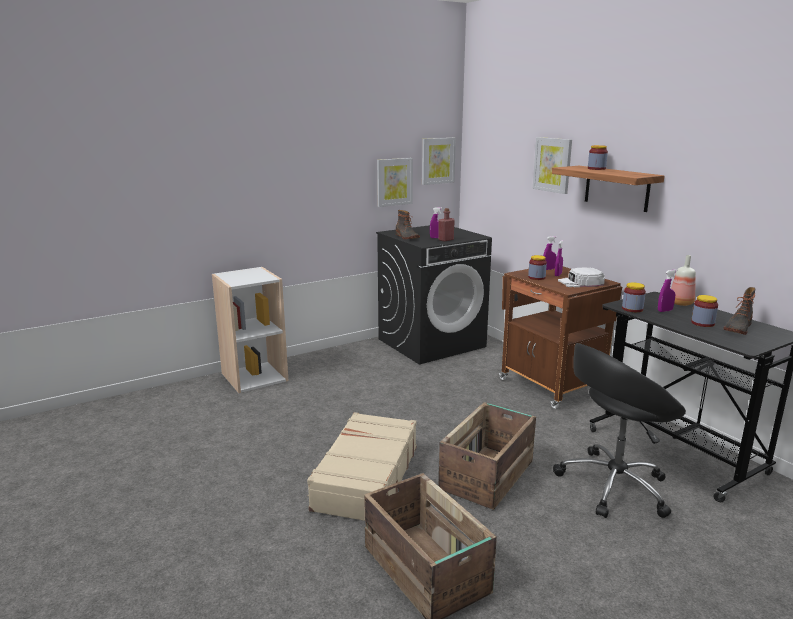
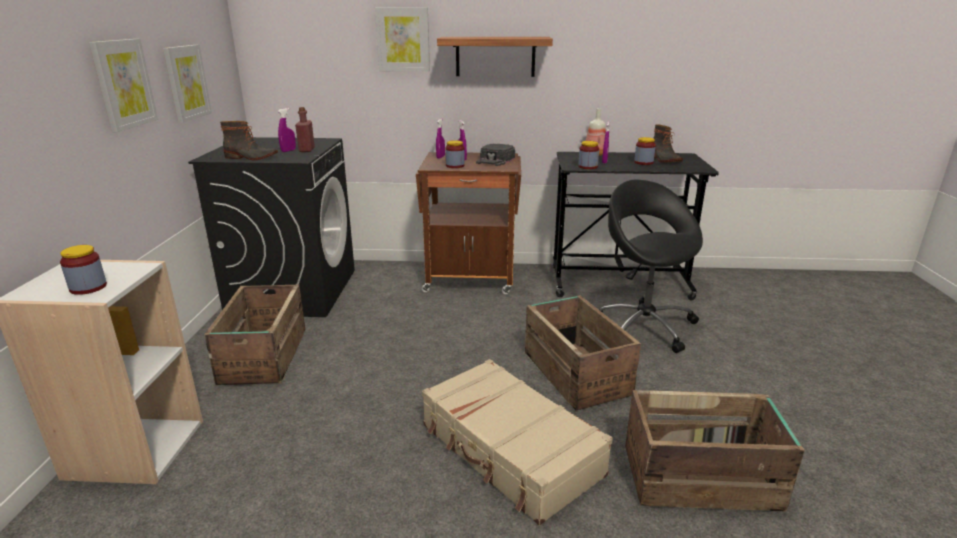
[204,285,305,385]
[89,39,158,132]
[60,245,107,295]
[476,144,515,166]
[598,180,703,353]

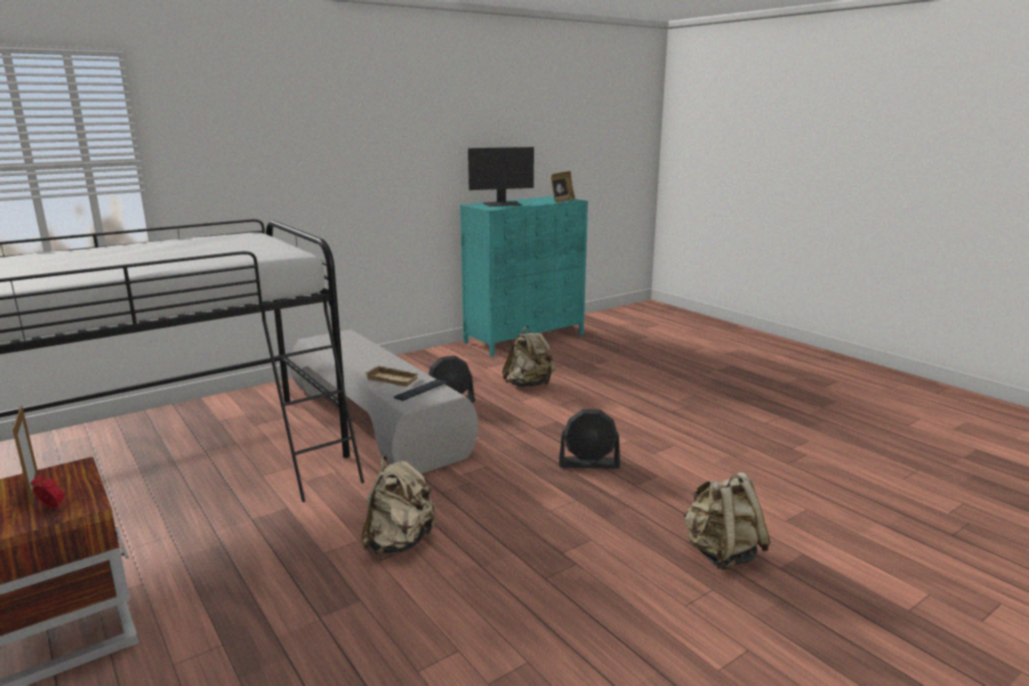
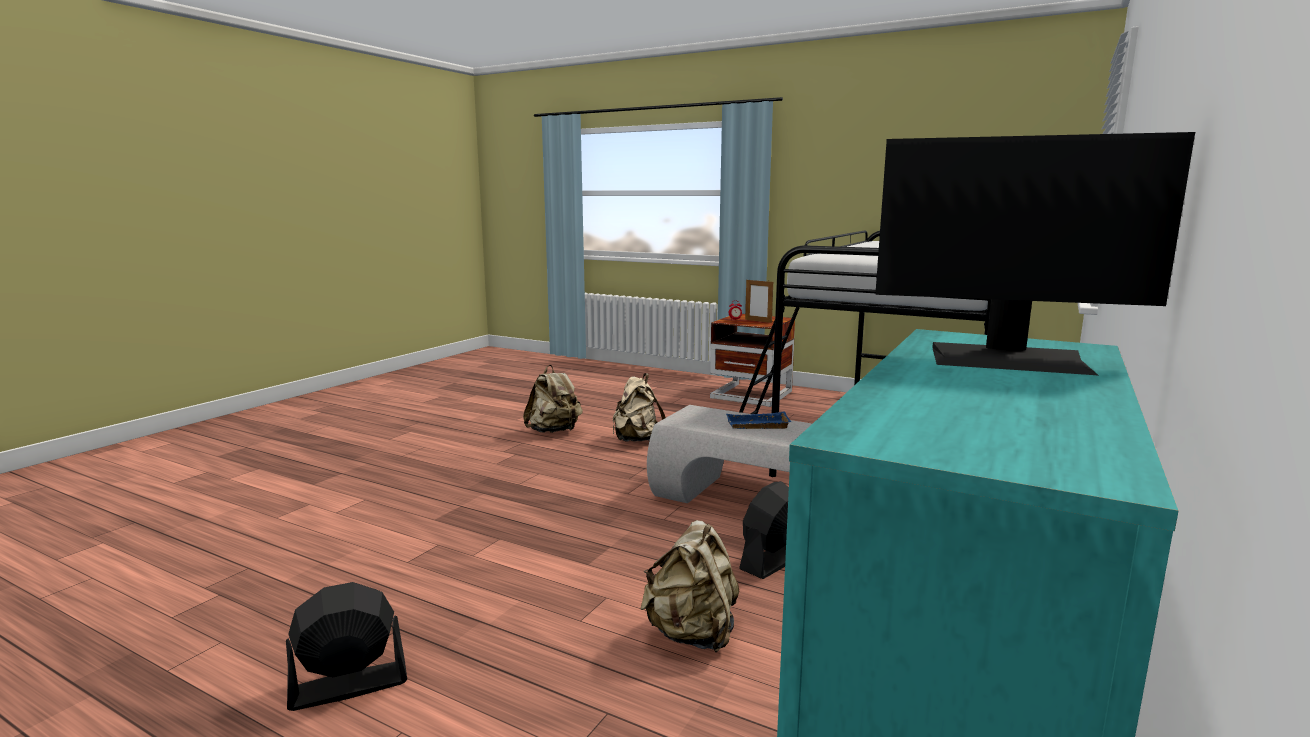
[394,379,448,401] (first image)
[551,171,576,203] (first image)
[286,582,407,711]
[523,365,583,433]
[727,412,791,429]
[875,132,1195,375]

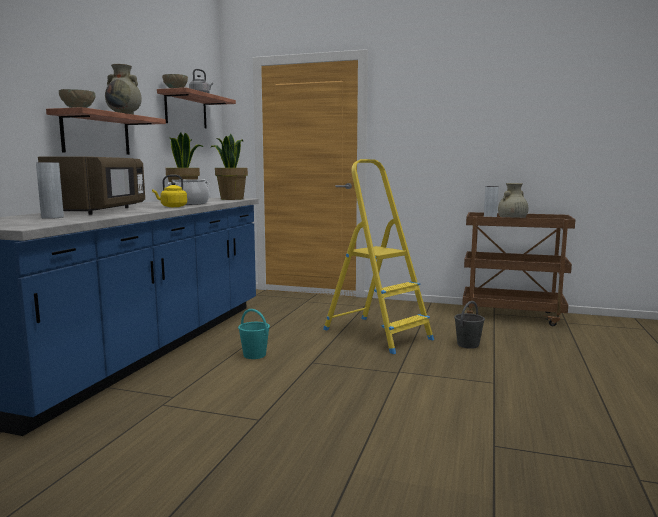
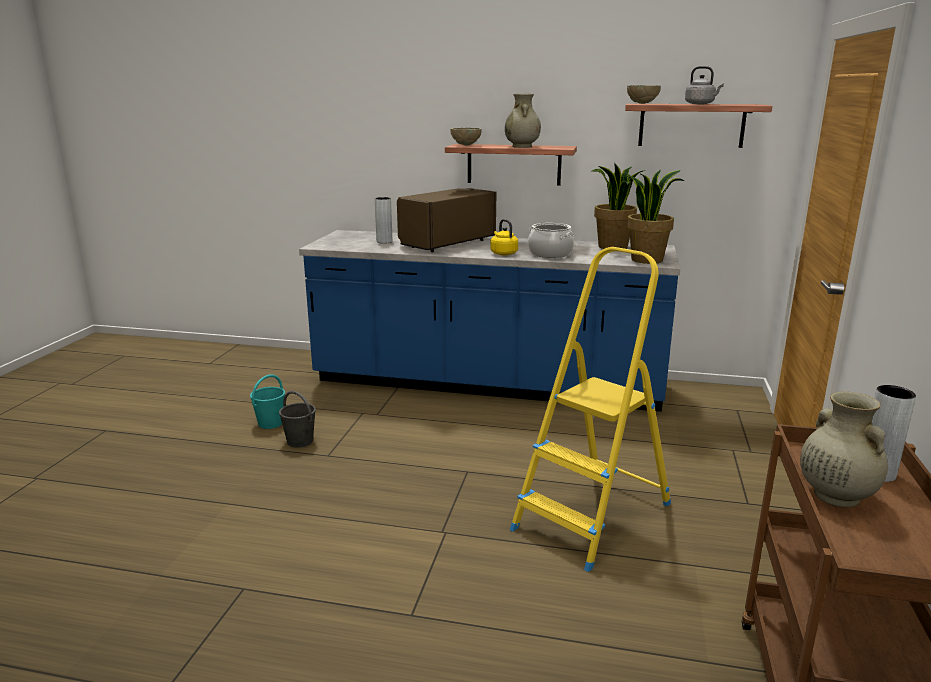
[250,374,285,429]
[279,391,316,448]
[397,188,496,252]

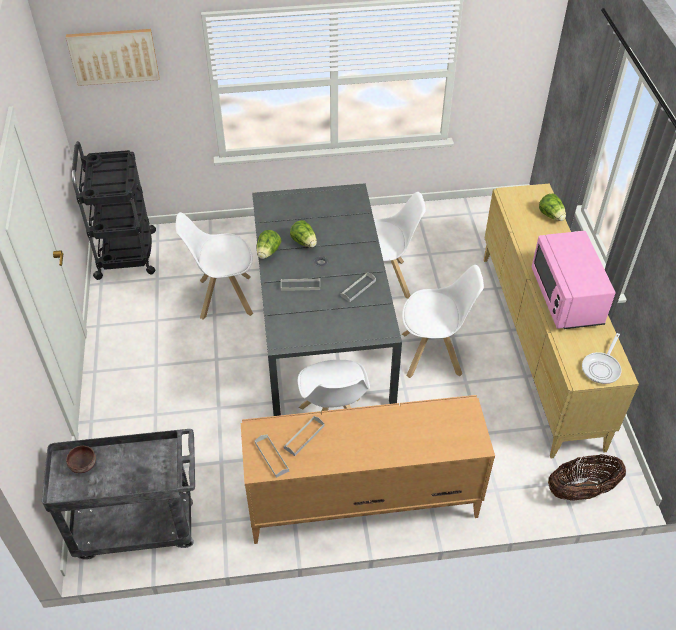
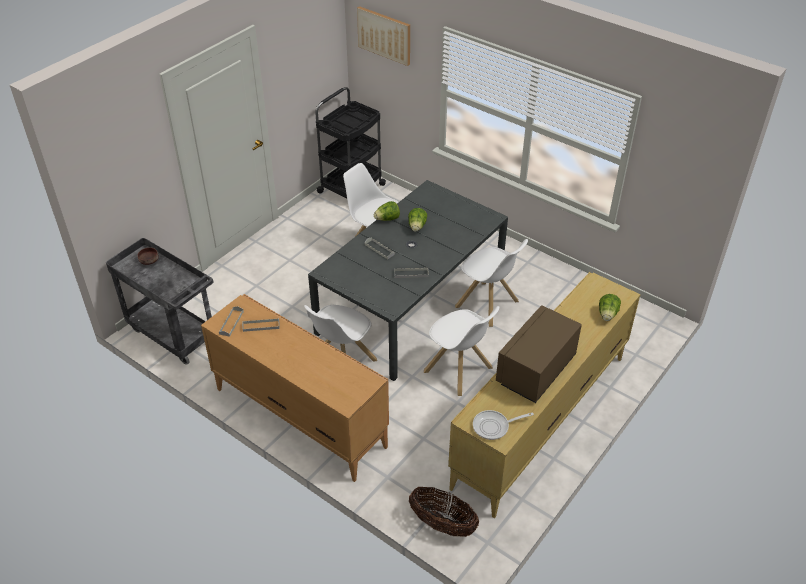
[496,305,582,403]

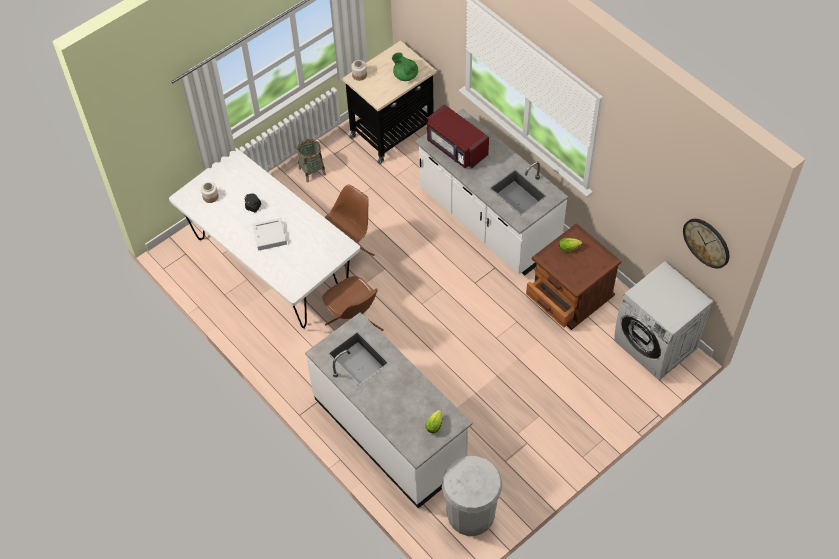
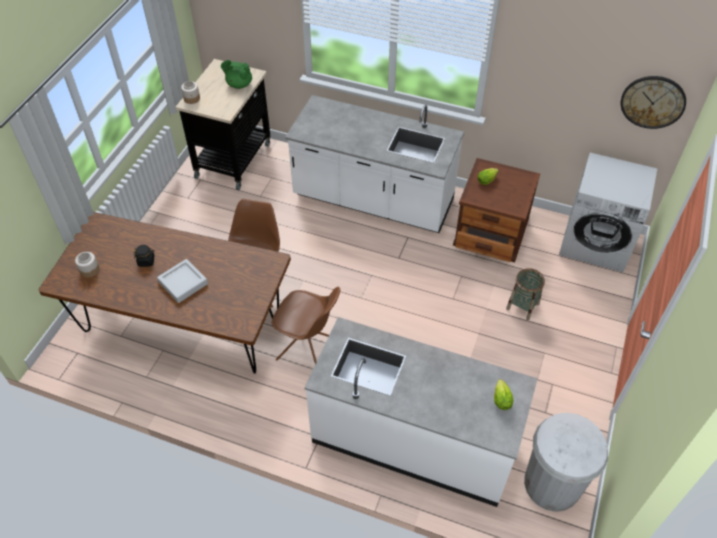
[427,104,489,168] (first image)
[506,268,545,320]
[39,212,291,374]

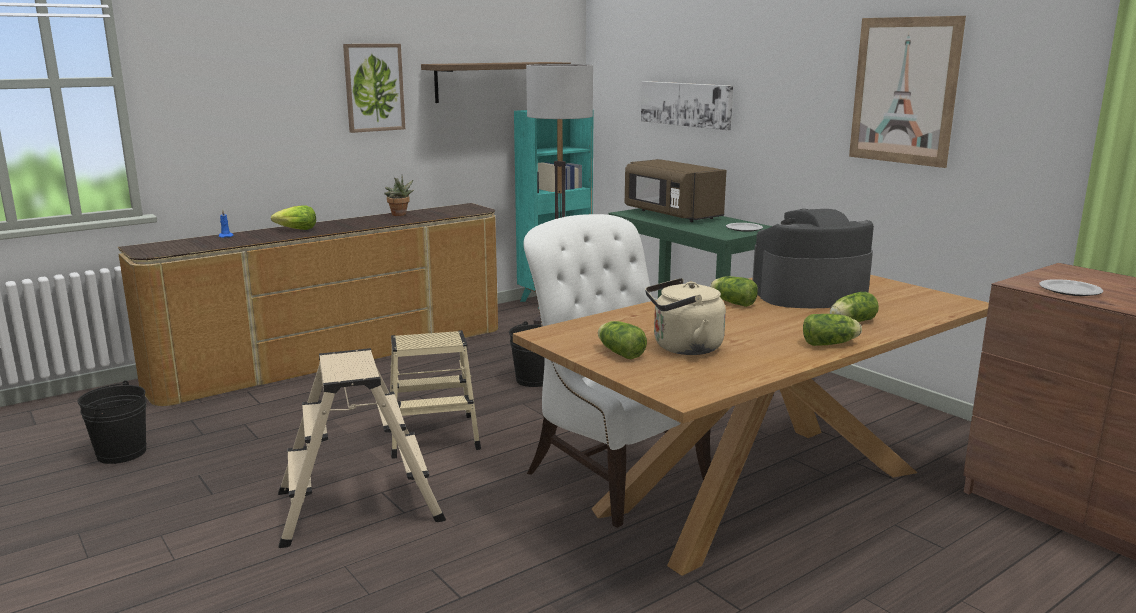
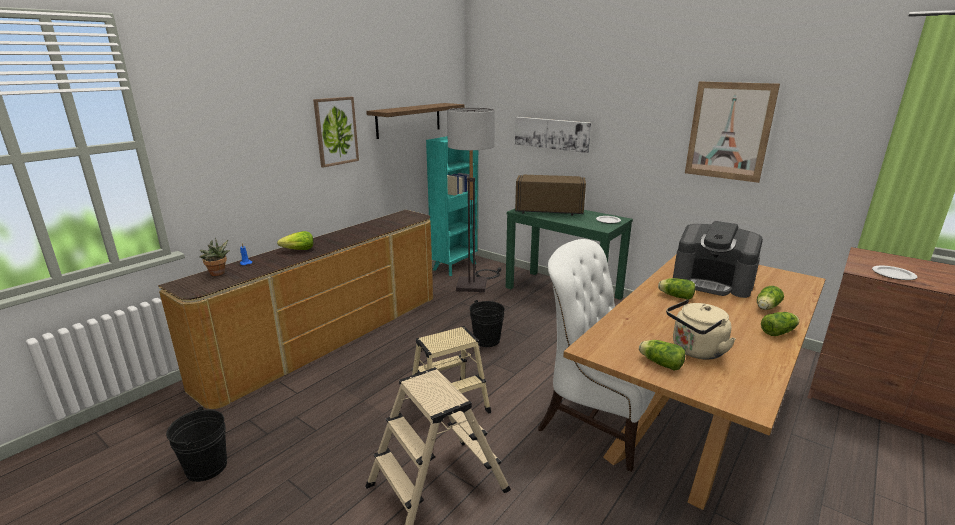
[199,238,230,276]
[515,175,586,216]
[673,221,763,298]

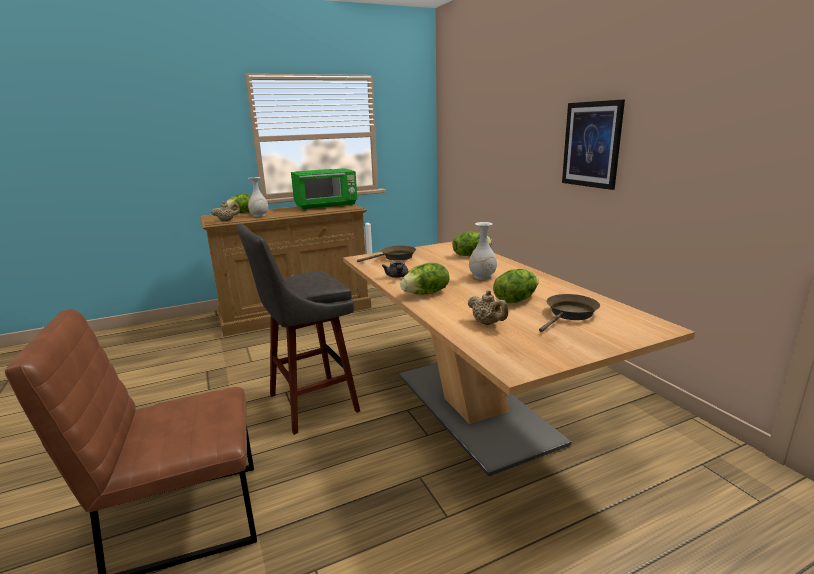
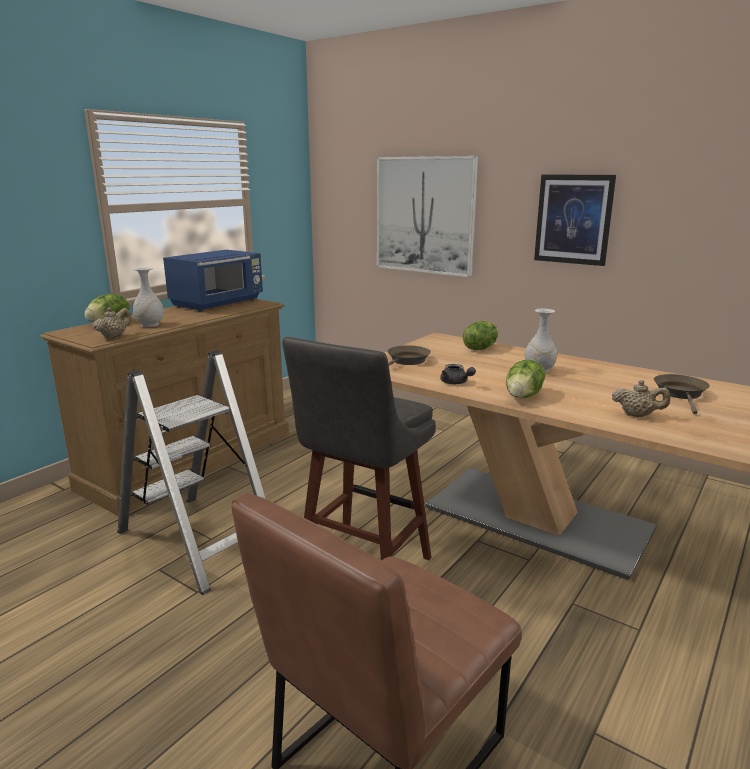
[493,269,539,303] (first image)
[117,350,266,595]
[377,156,478,277]
[163,250,263,312]

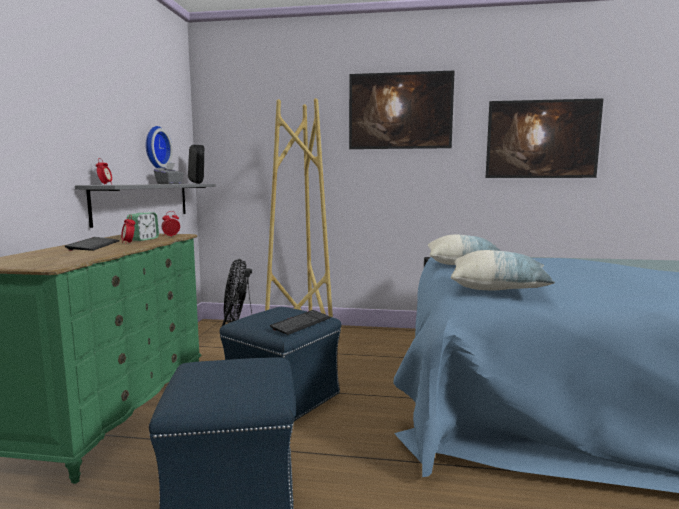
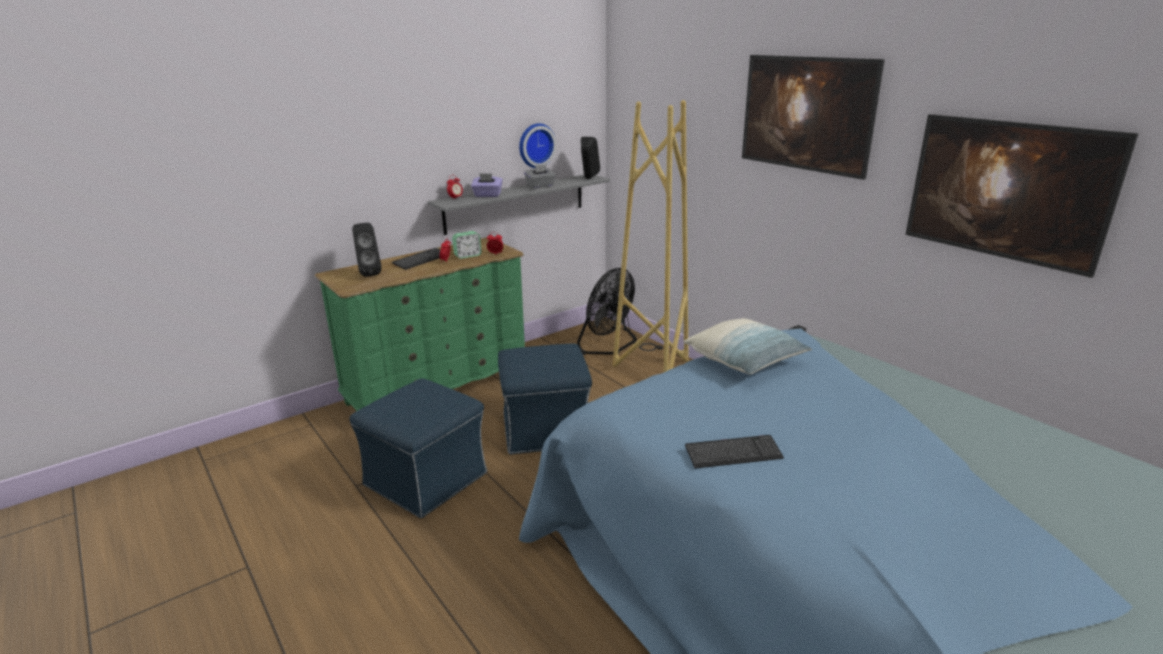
[451,250,555,290] (first image)
[352,223,382,277]
[471,173,503,197]
[685,435,784,468]

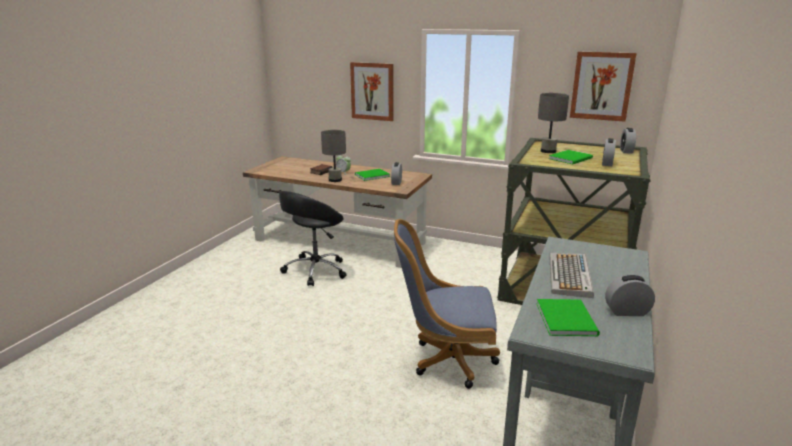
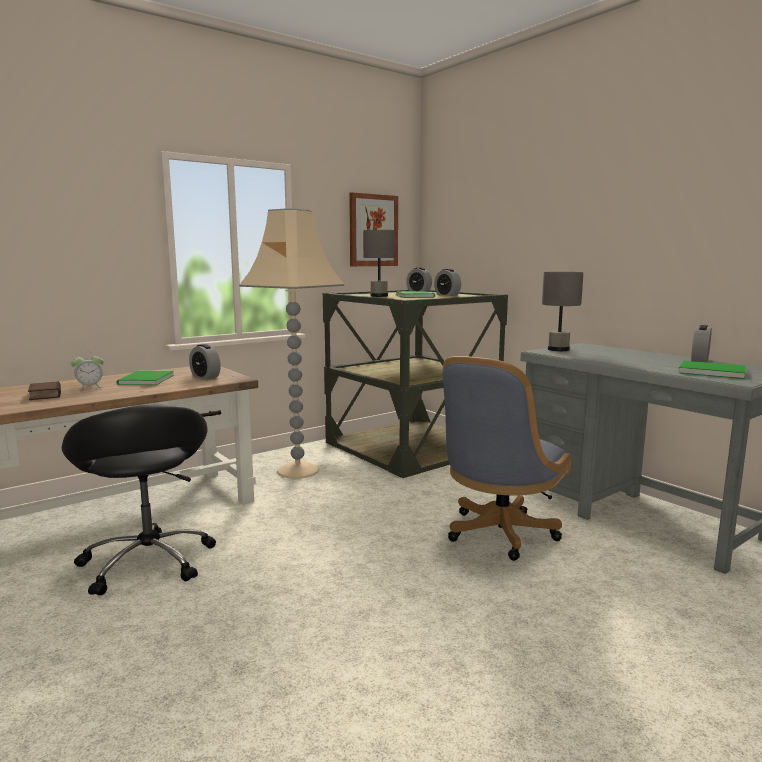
[350,62,394,121] (first image)
[549,253,594,298] (first image)
[239,209,344,479]
[542,272,583,351]

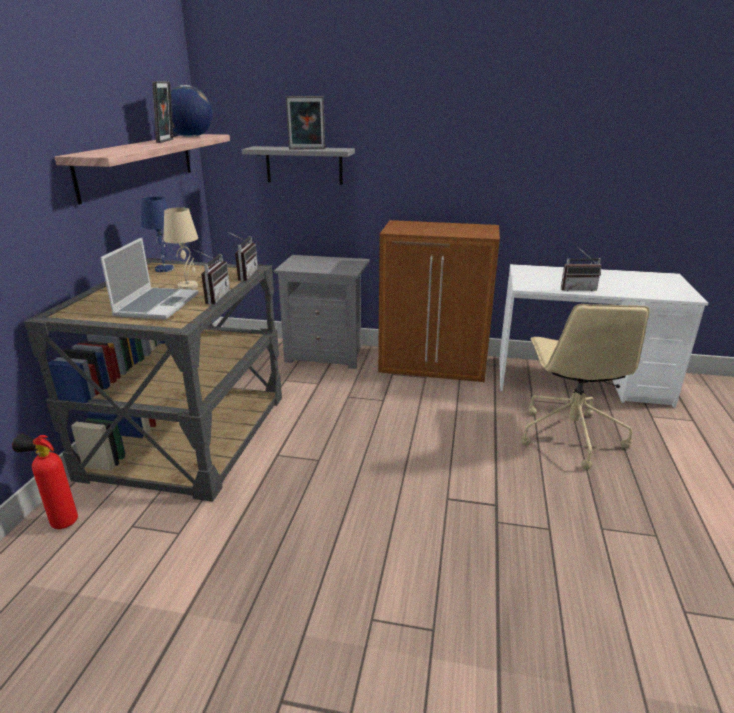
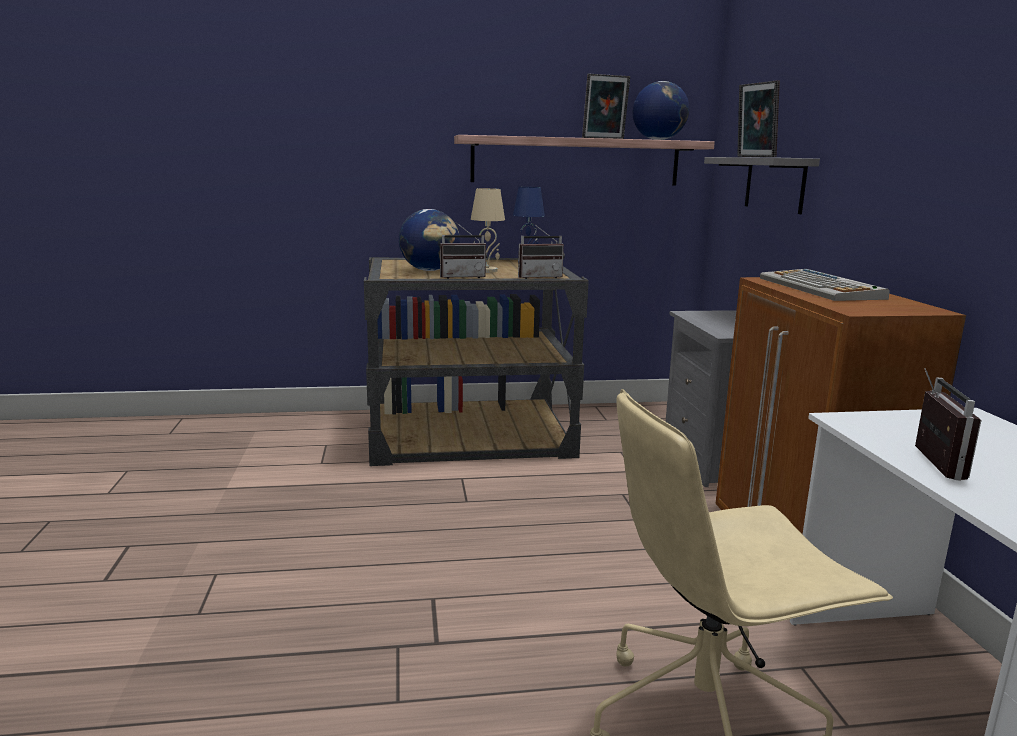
[12,434,78,529] (first image)
[760,269,890,301]
[399,209,460,271]
[915,368,982,481]

